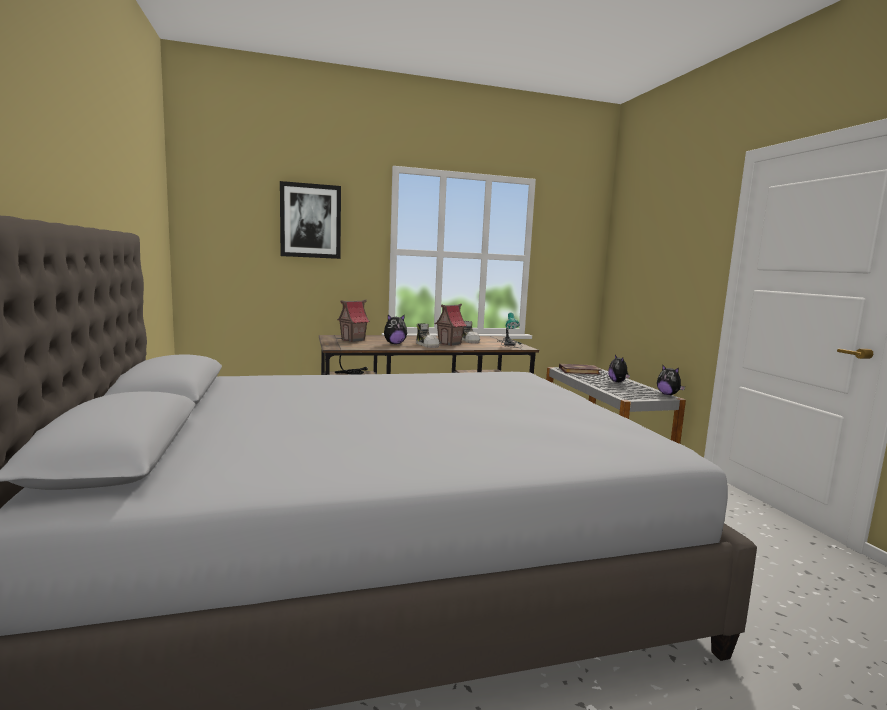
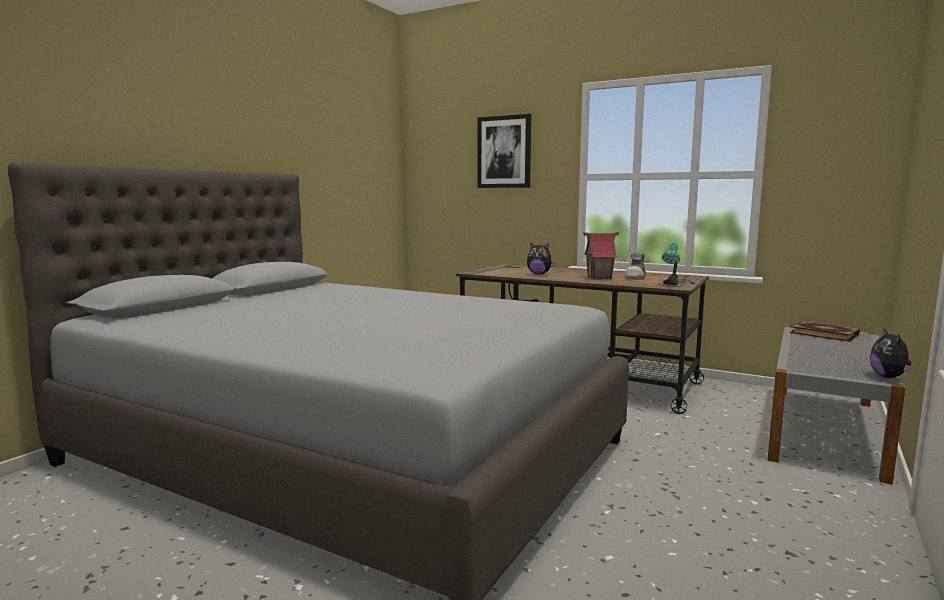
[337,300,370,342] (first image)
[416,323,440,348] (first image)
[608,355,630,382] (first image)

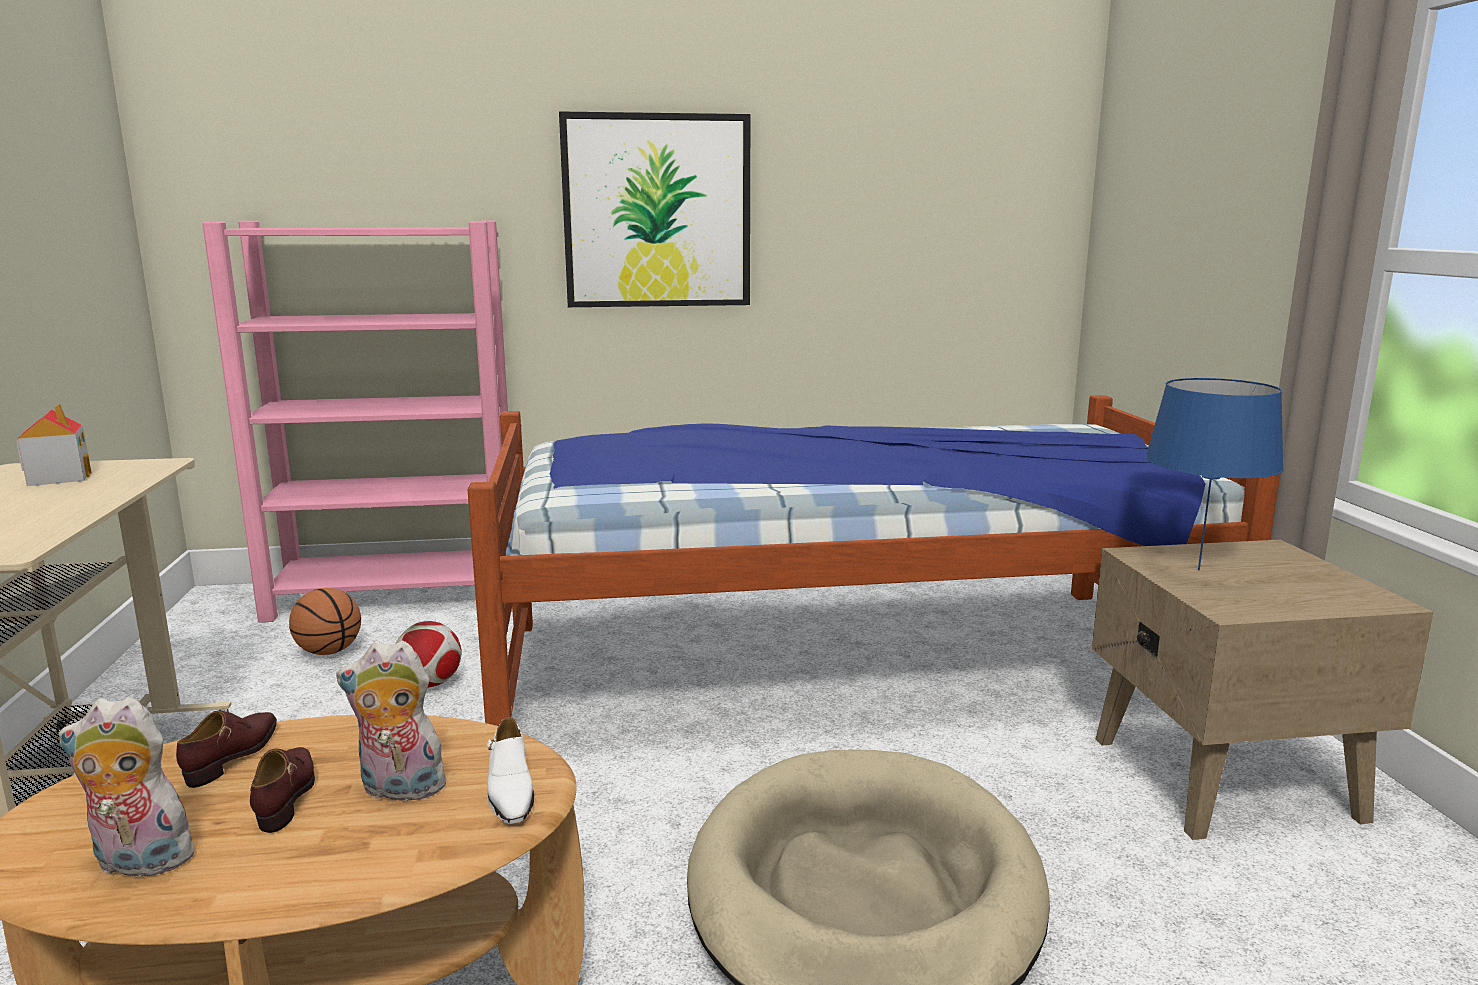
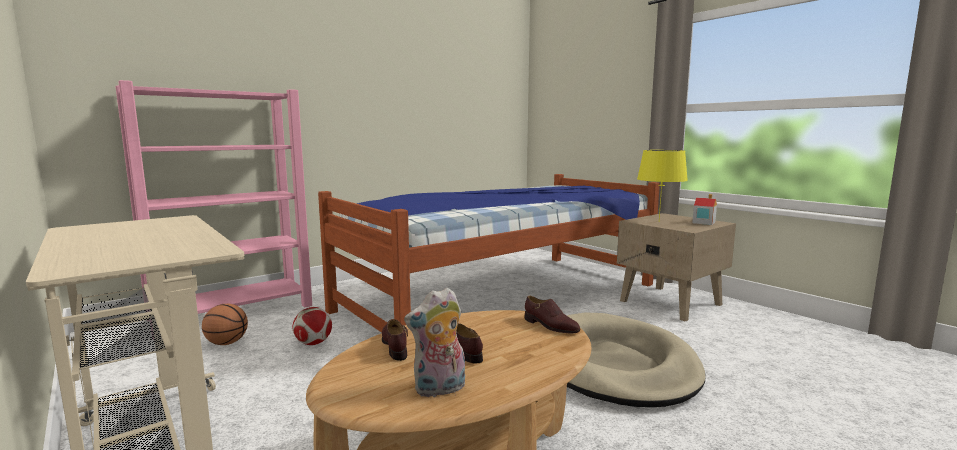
[336,641,455,806] (first image)
[559,111,750,307] (first image)
[692,194,717,225]
[524,296,580,333]
[637,150,688,220]

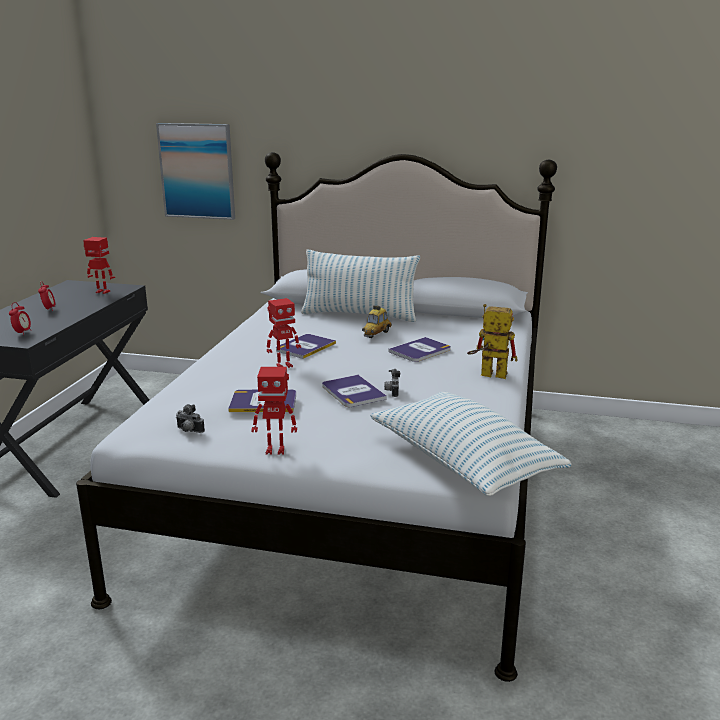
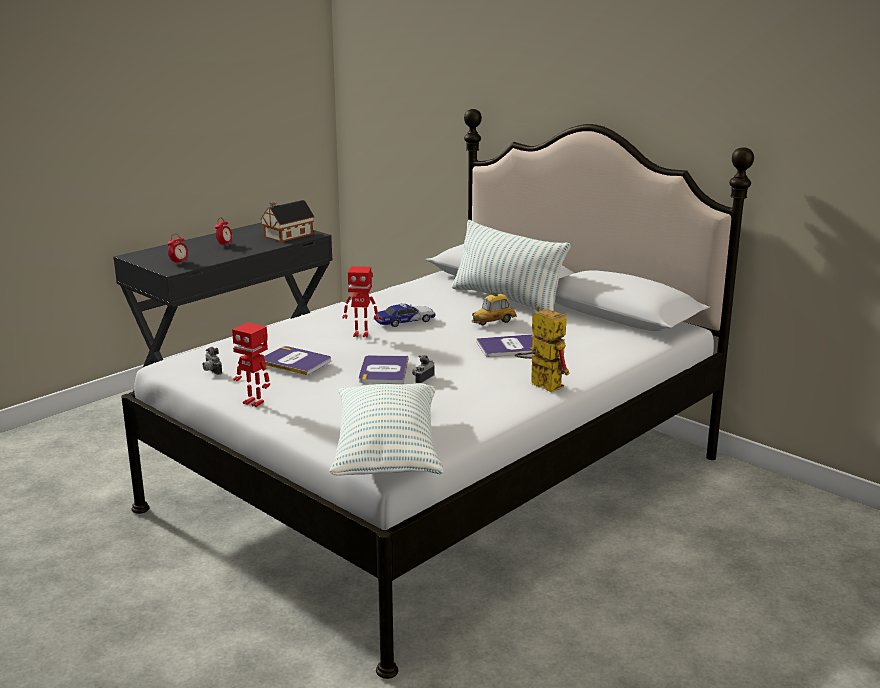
[156,123,235,220] (first image)
[260,200,315,242]
[375,303,436,327]

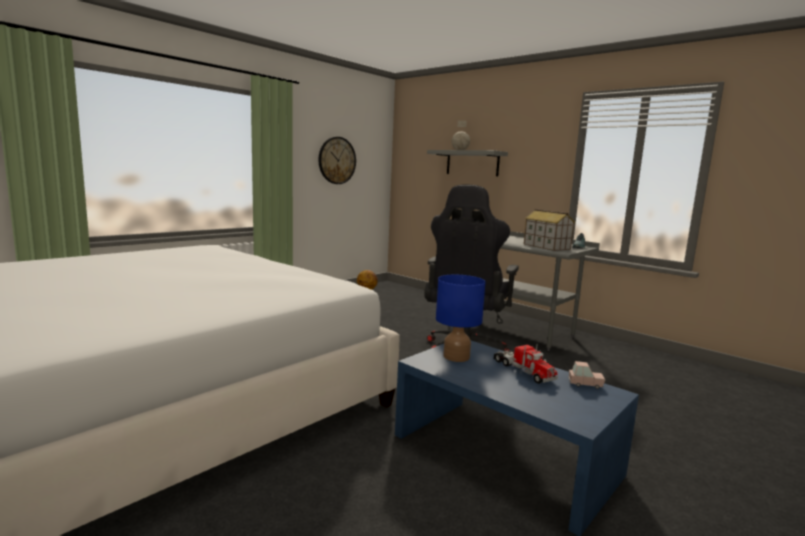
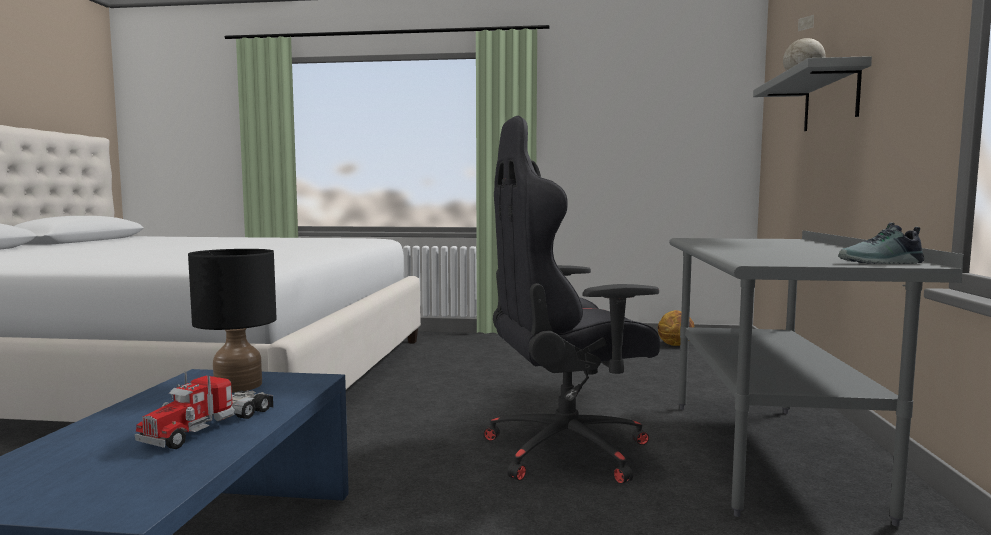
[319,137,356,184] (first image)
[524,209,575,251] (first image)
[568,361,605,389] (first image)
[188,249,277,393]

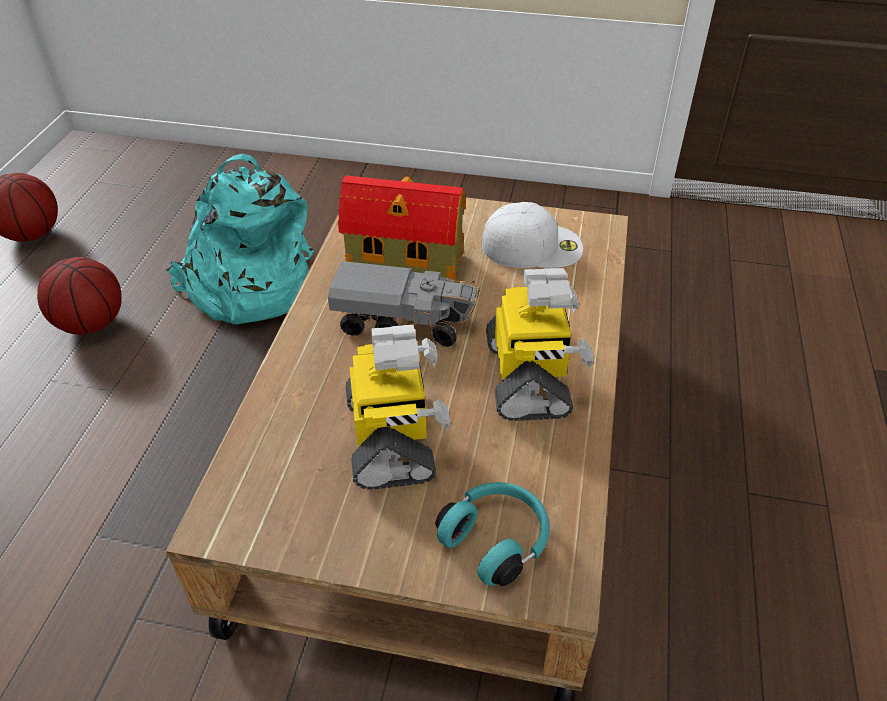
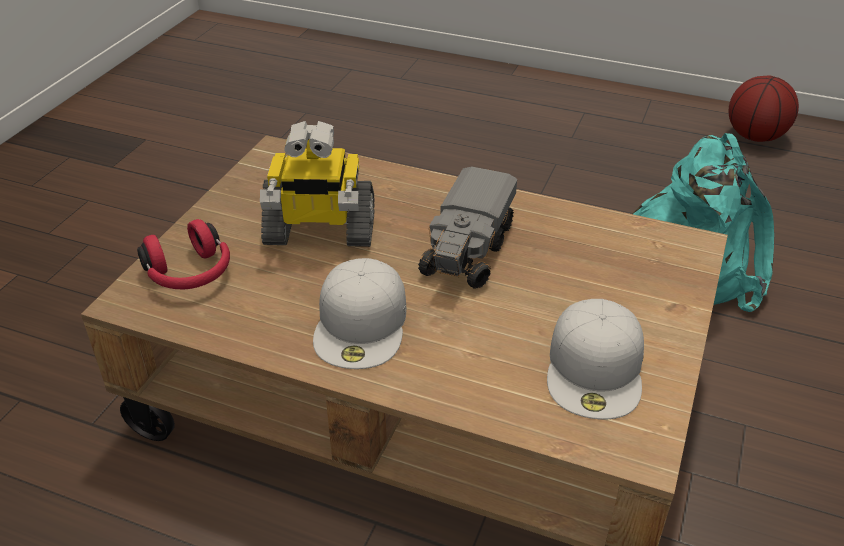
[37,257,122,335] (first image)
[338,175,466,282] (first image)
[313,258,406,369]
[137,219,230,289]

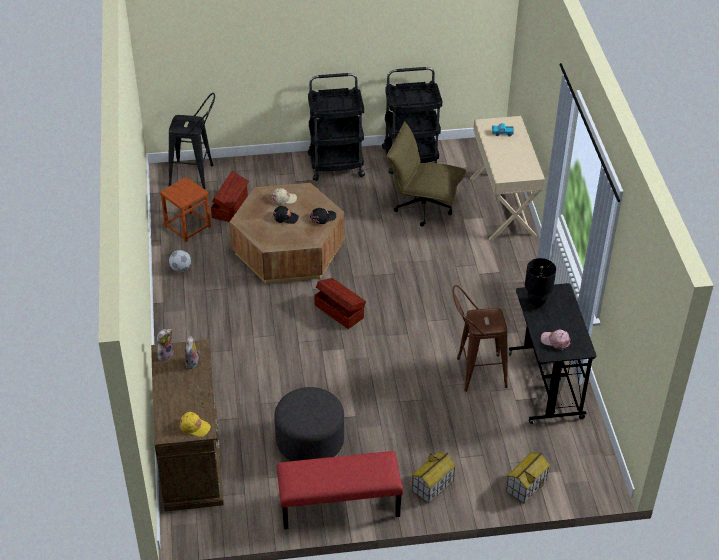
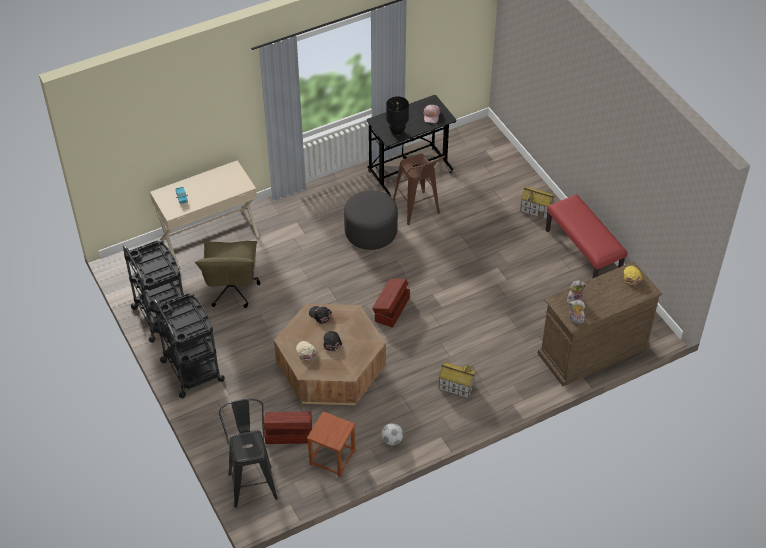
[344,190,398,250]
[438,362,476,399]

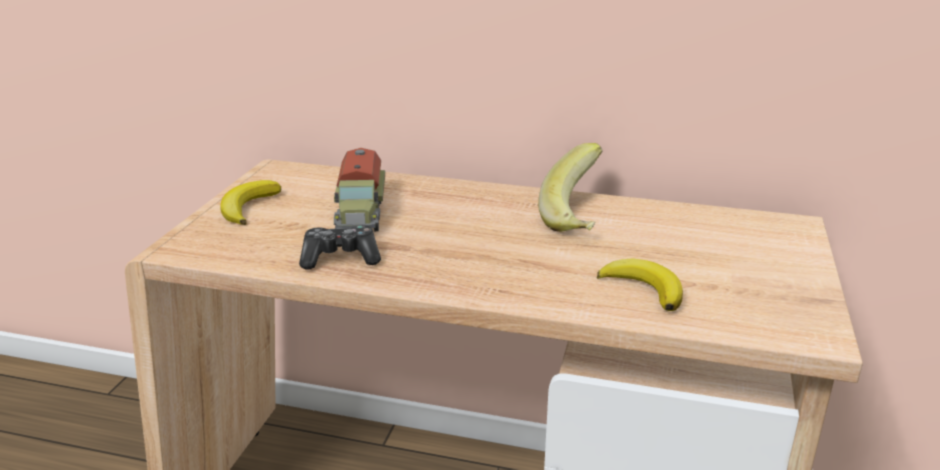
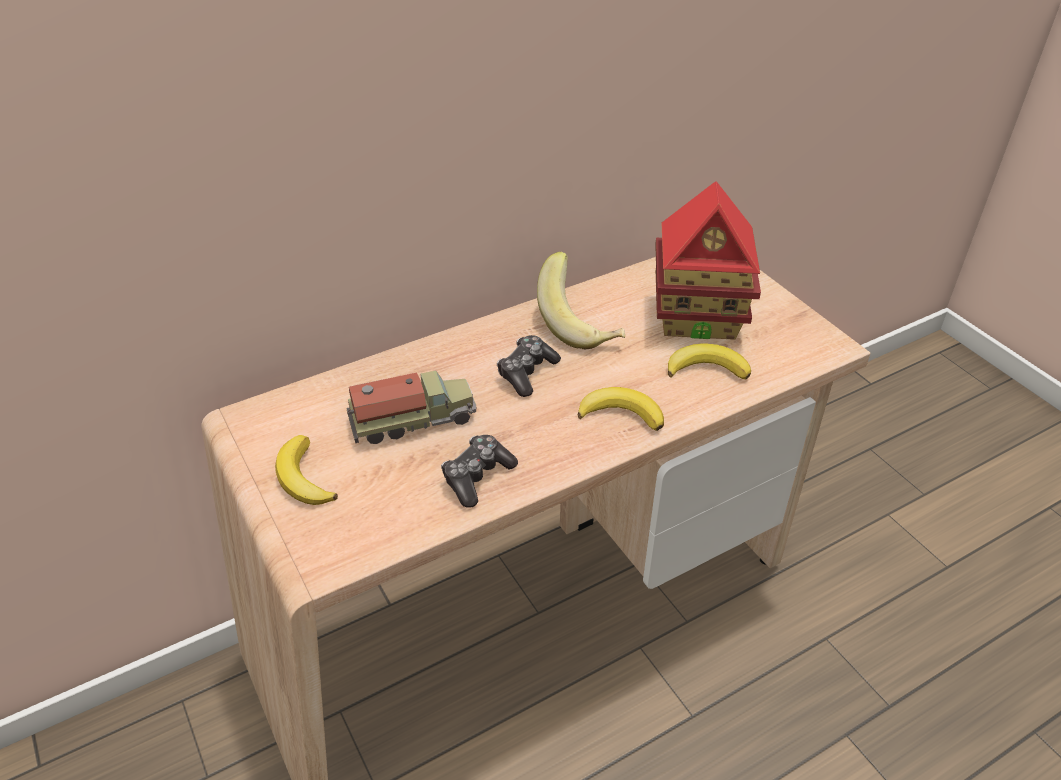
[497,335,561,397]
[578,387,664,431]
[655,181,761,340]
[346,370,476,444]

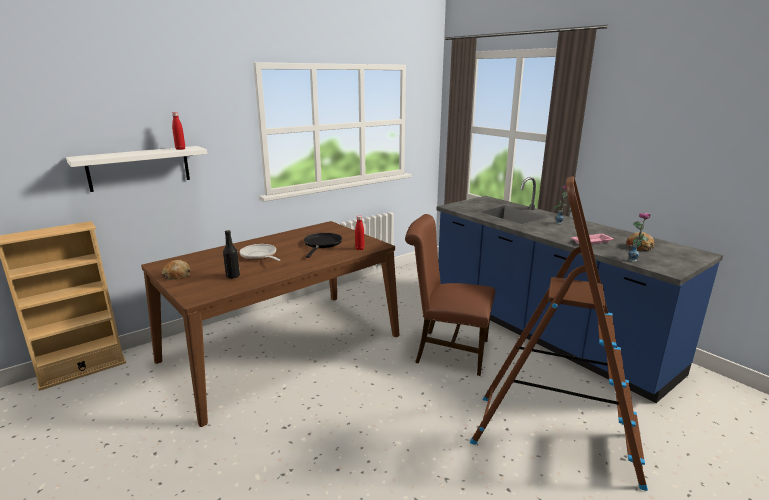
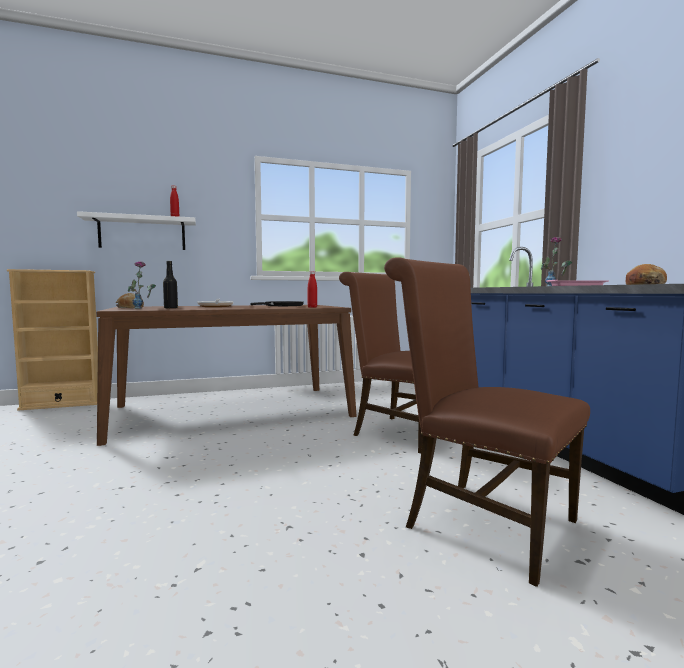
[128,261,156,309]
[384,257,590,587]

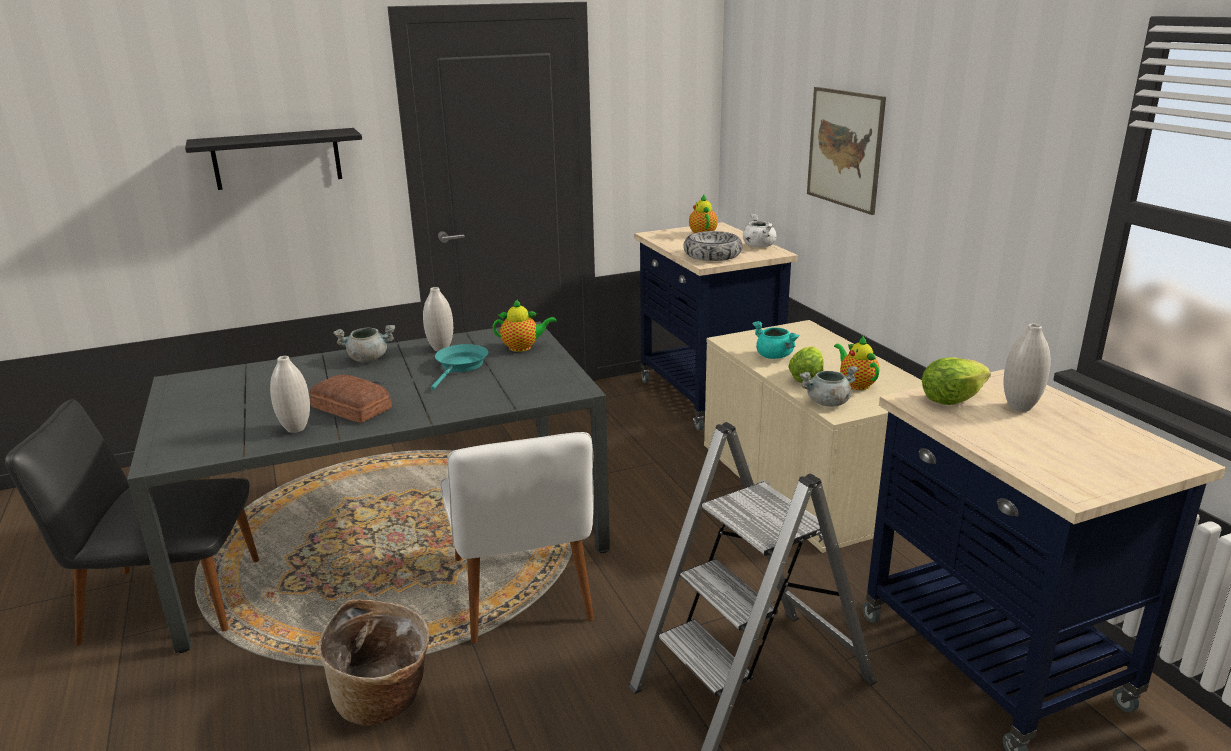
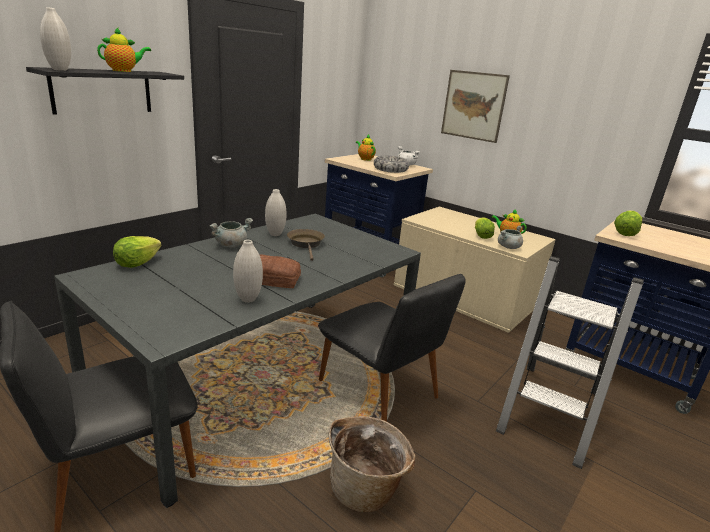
[752,321,800,359] (first image)
[113,236,162,268]
[97,28,151,72]
[40,7,71,71]
[287,229,325,261]
[318,274,466,422]

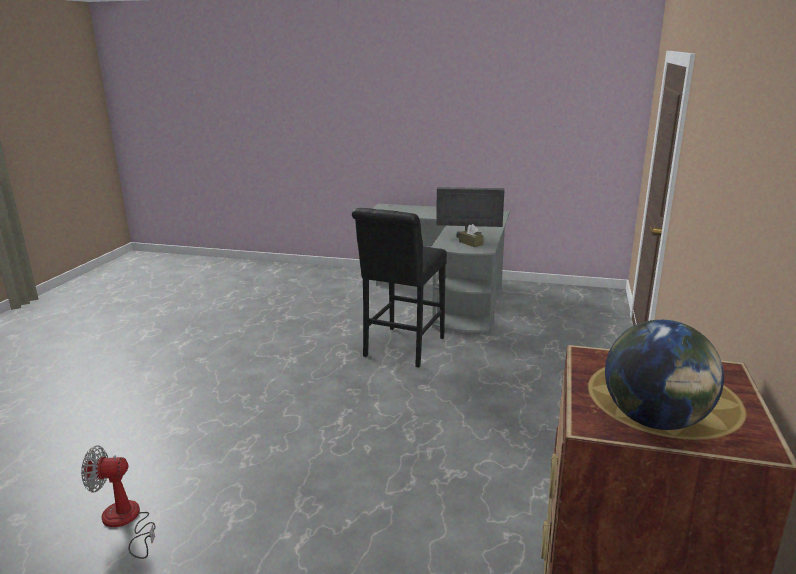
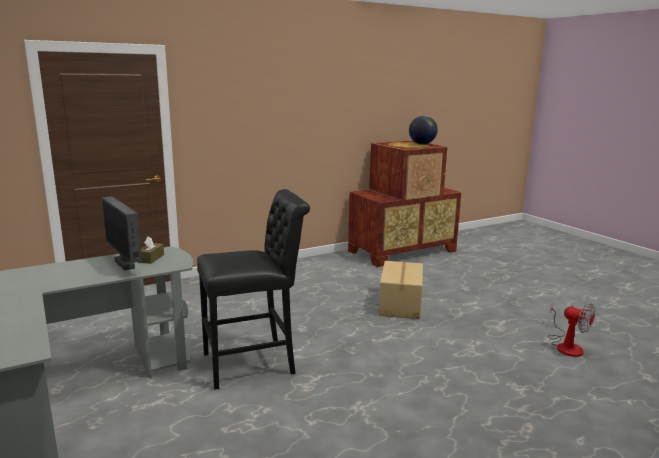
[378,261,423,319]

